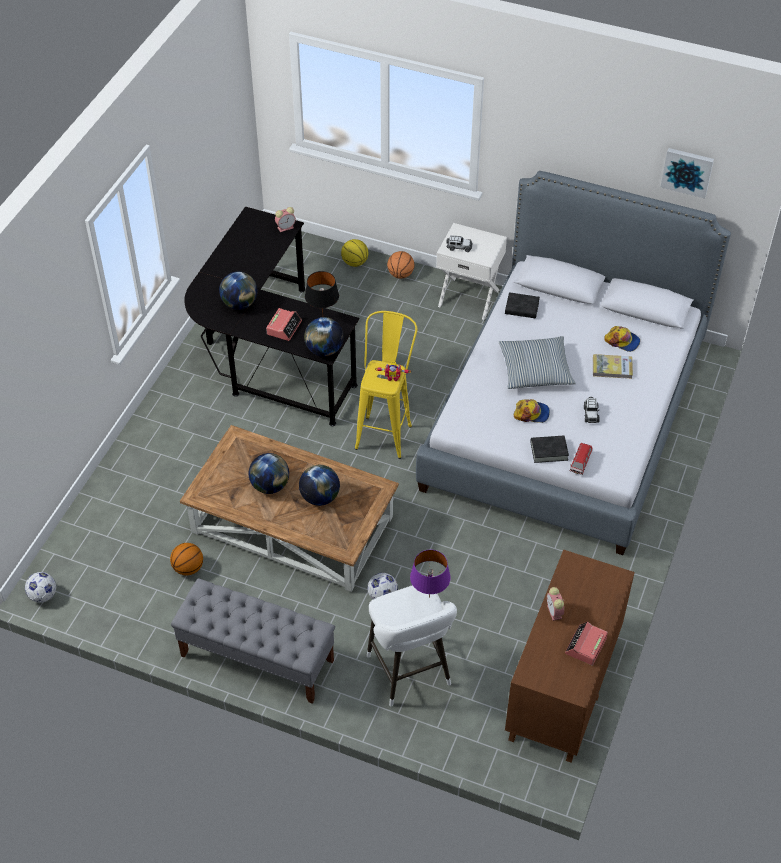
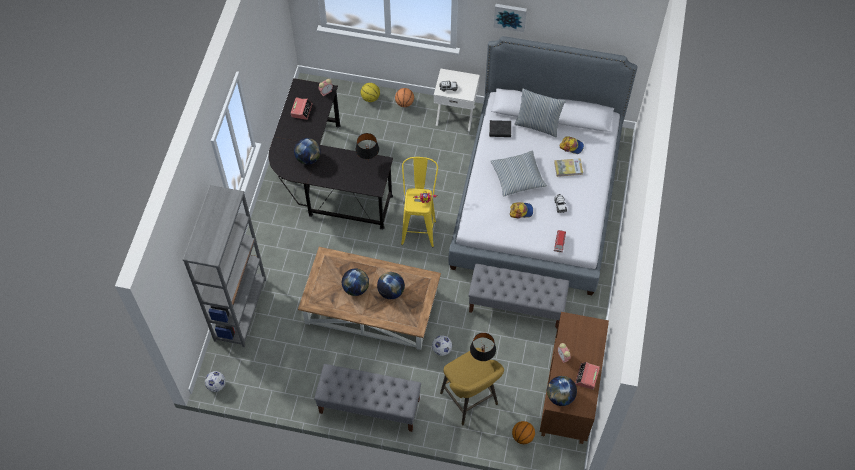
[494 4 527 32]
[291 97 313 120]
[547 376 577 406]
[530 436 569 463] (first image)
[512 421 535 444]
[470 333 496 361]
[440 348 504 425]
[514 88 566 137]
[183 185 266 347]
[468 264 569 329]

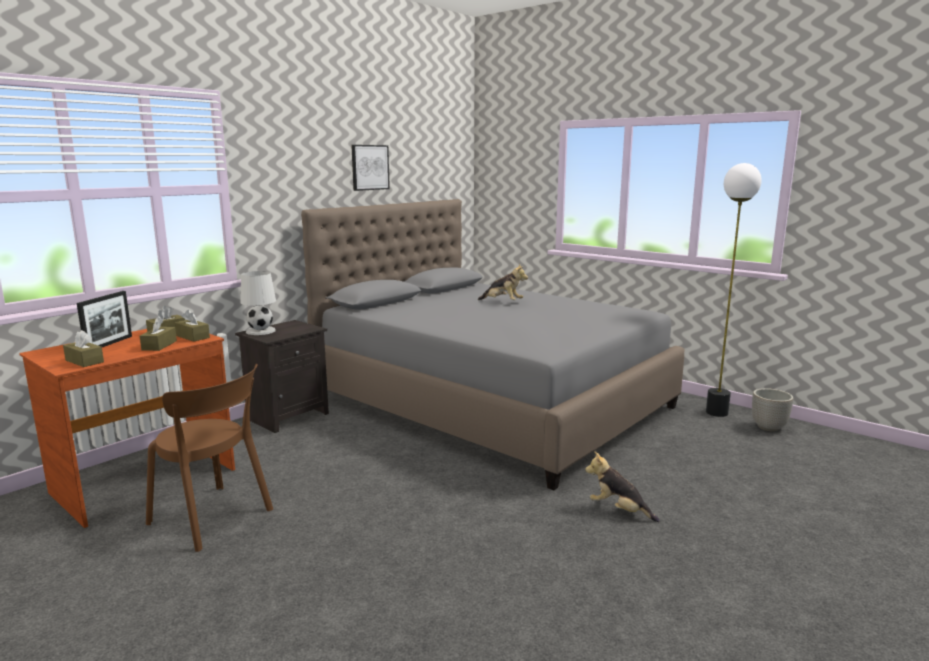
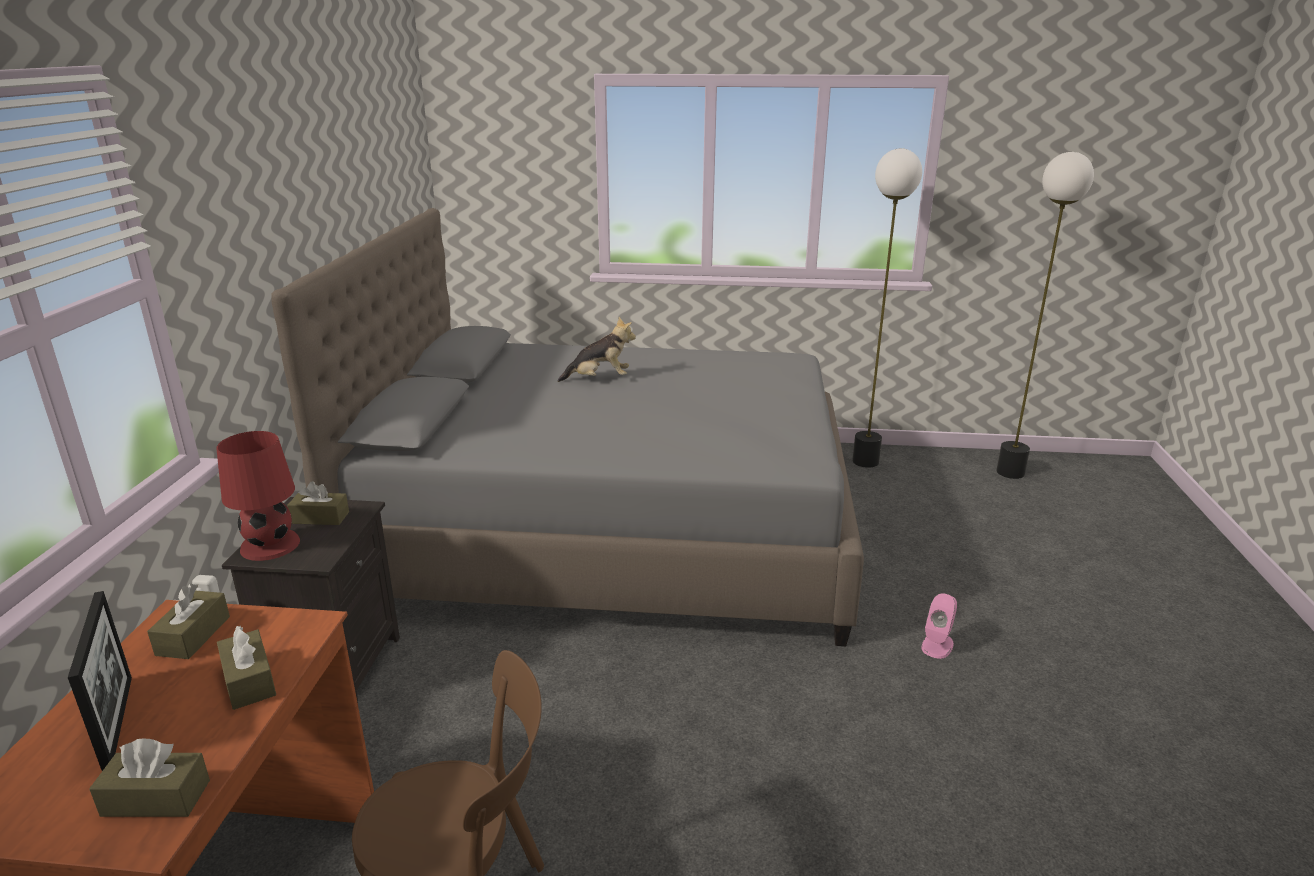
[351 145 390 191] (first image)
[216 431 300 561]
[287 481 349 525]
[752 388 794 432] (first image)
[922 593 957 659]
[996 152 1094 479]

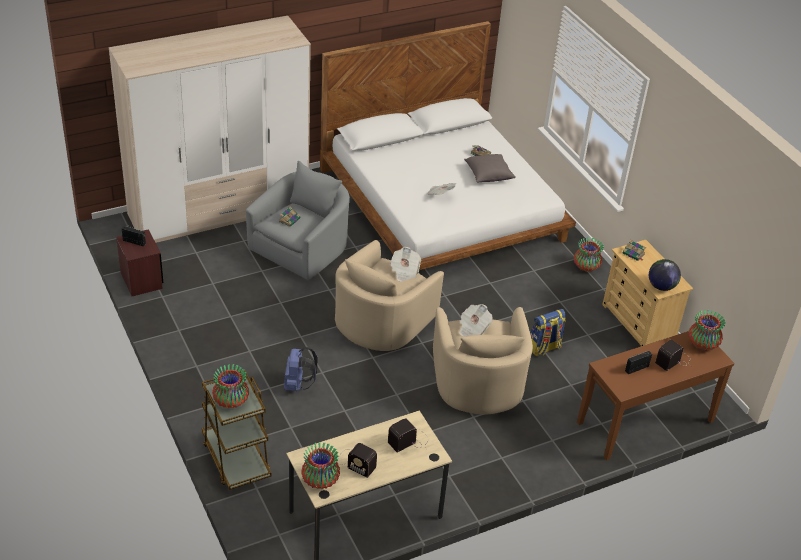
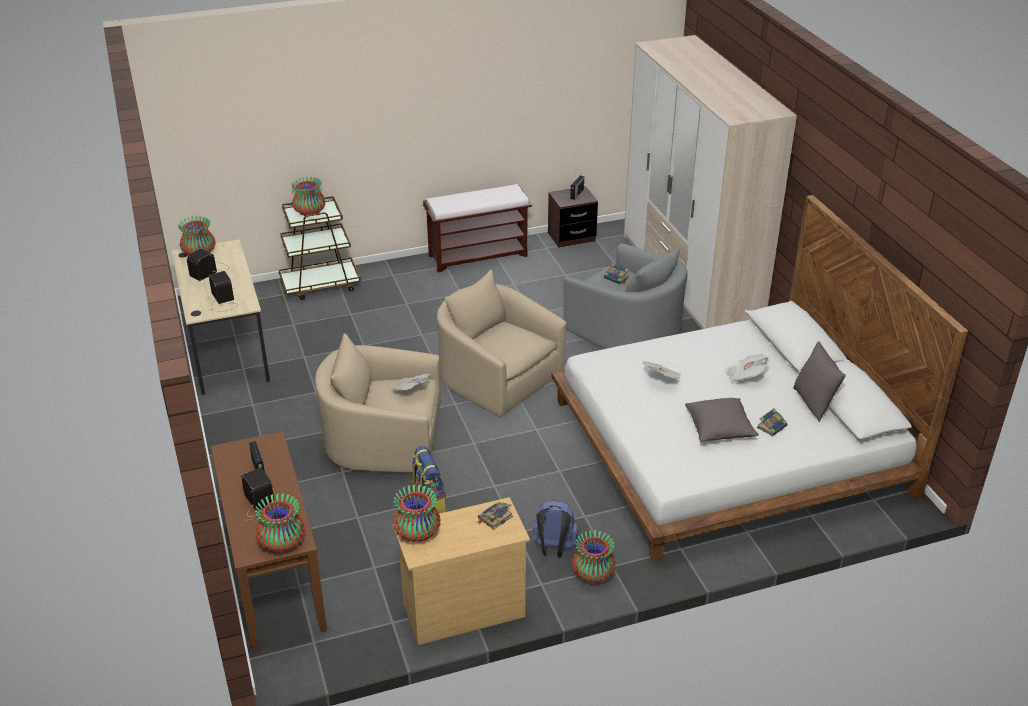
[725 353 769 382]
[393 485 440 542]
[533 501 578 558]
[423 184 532 273]
[793 341 846 422]

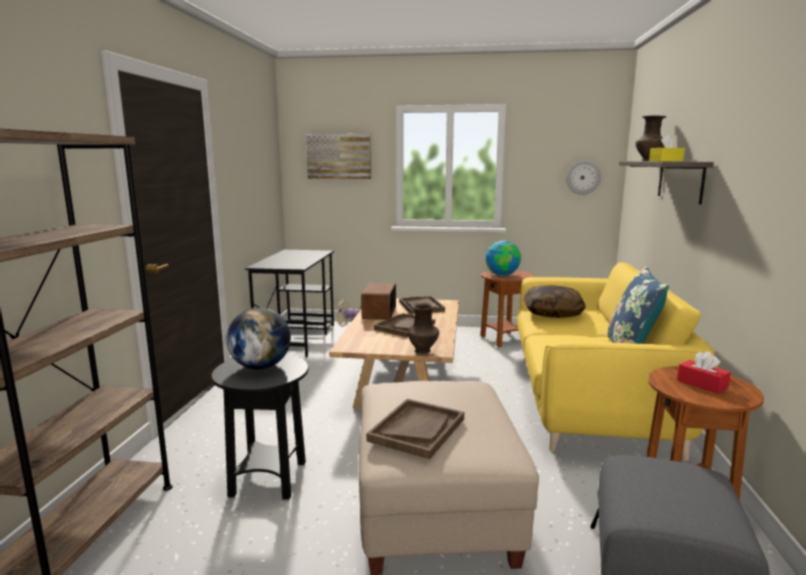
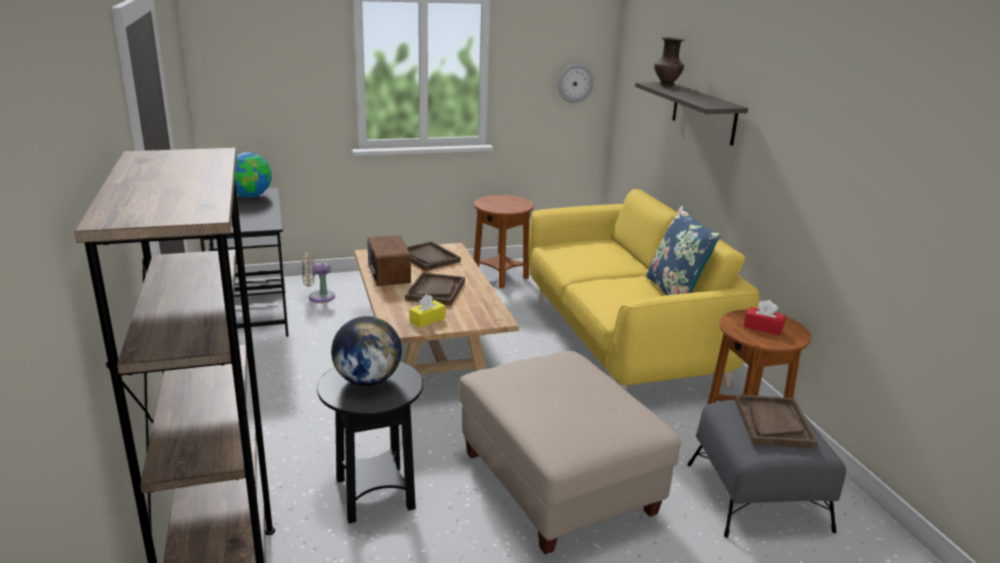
[306 134 371 179] (first image)
[409 294 445 328]
[235 152 272 198]
[524 285 586 318] (first image)
[408 302 439 354] (first image)
[735 394 818 449]

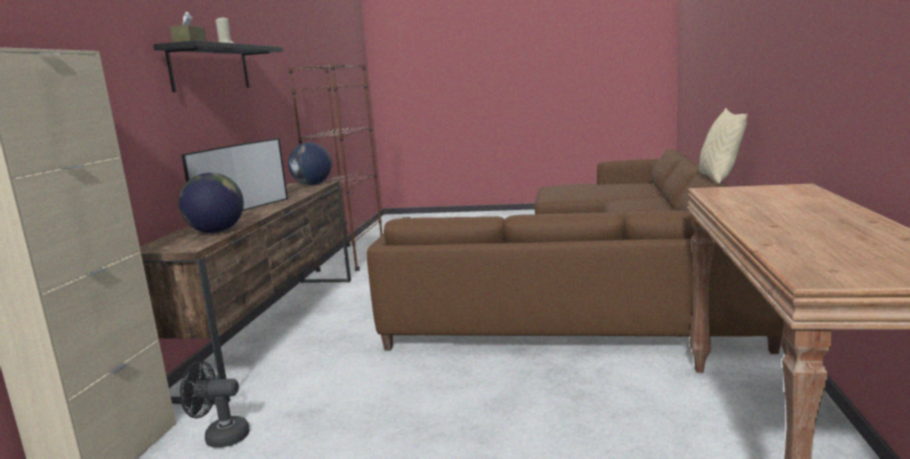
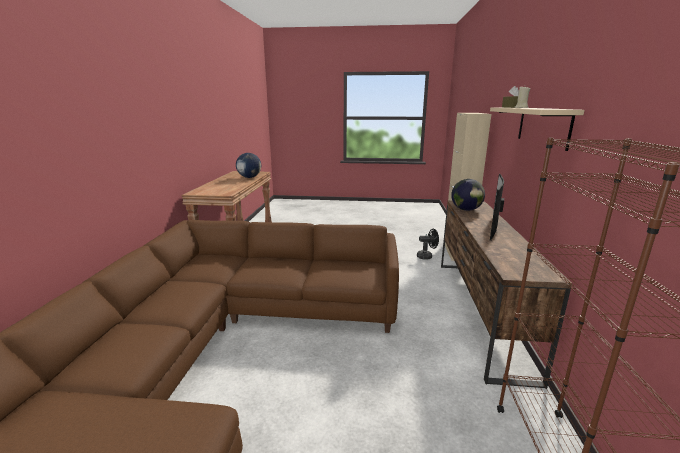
[490 108 585 151]
[699 108 748 184] (first image)
[236 153 261 178]

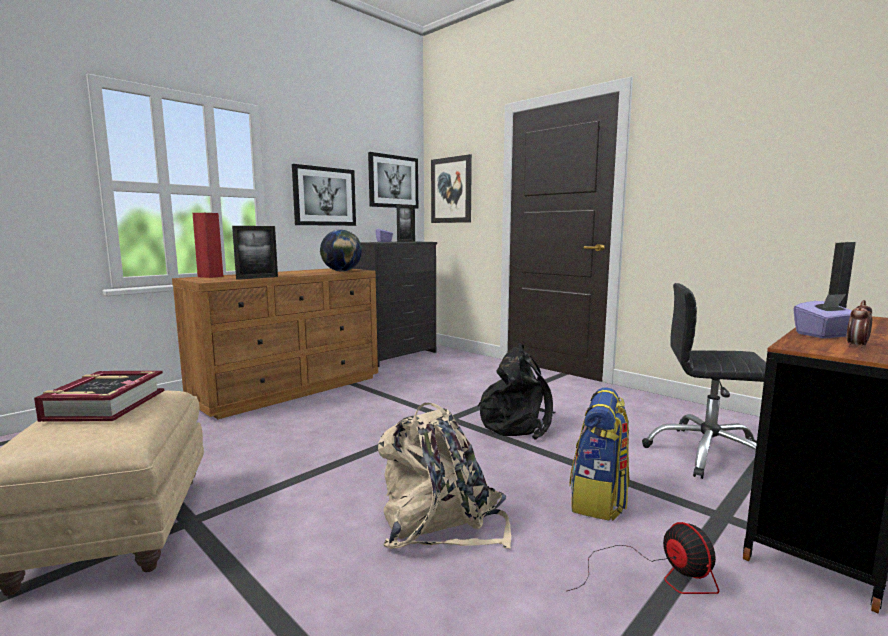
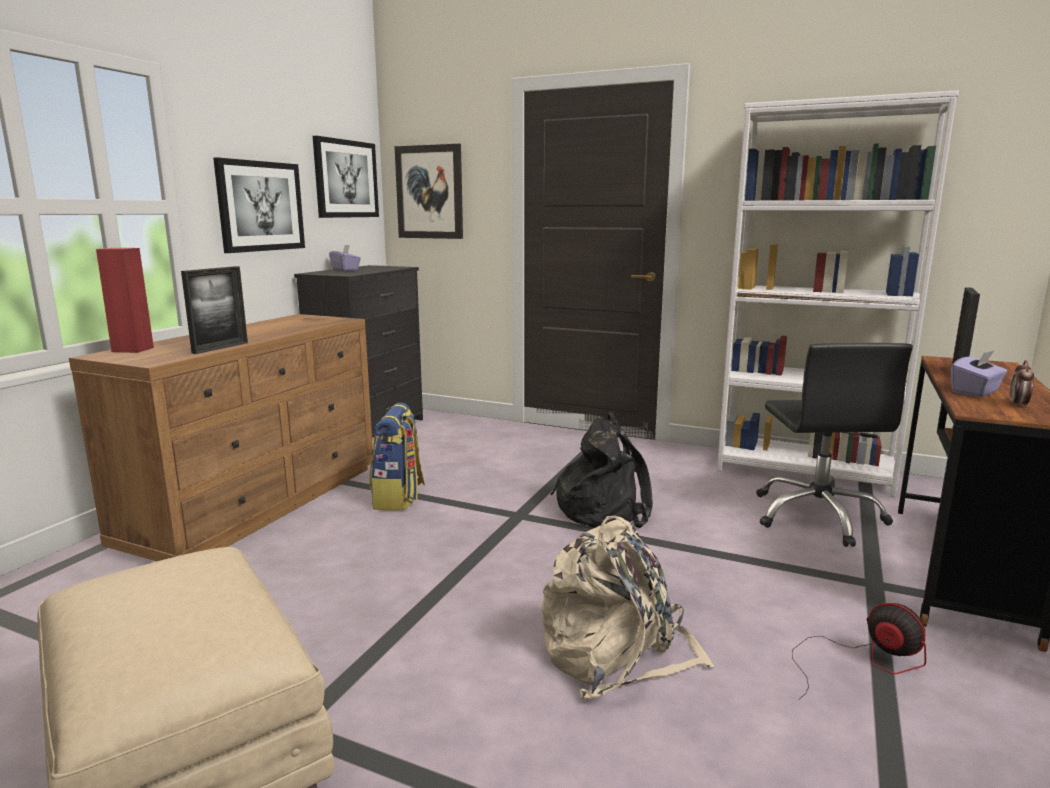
[397 204 415 242] (first image)
[320 230 362 272] (first image)
[756 343 913 547]
[34 371 164 422] (first image)
[370 403 425 511]
[717 90 959 497]

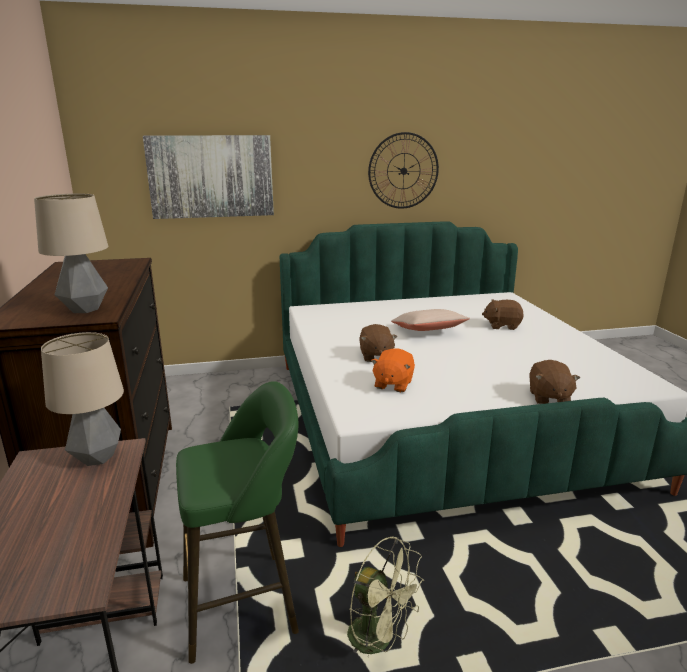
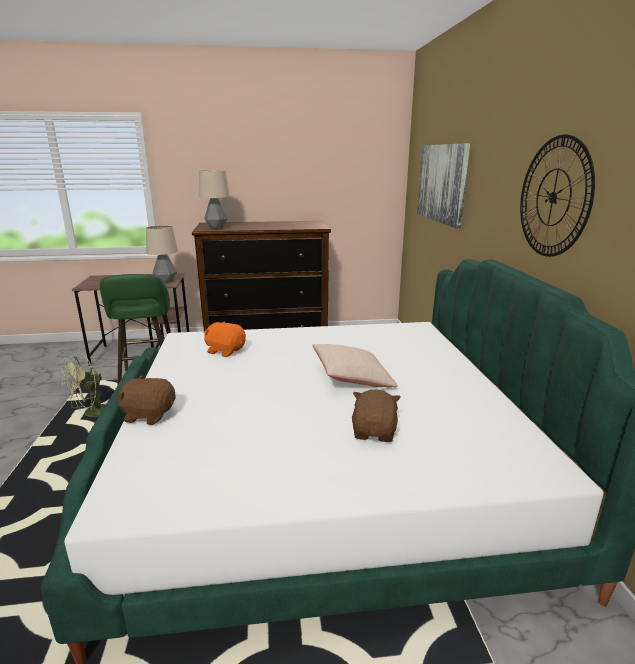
[359 324 397 362] (first image)

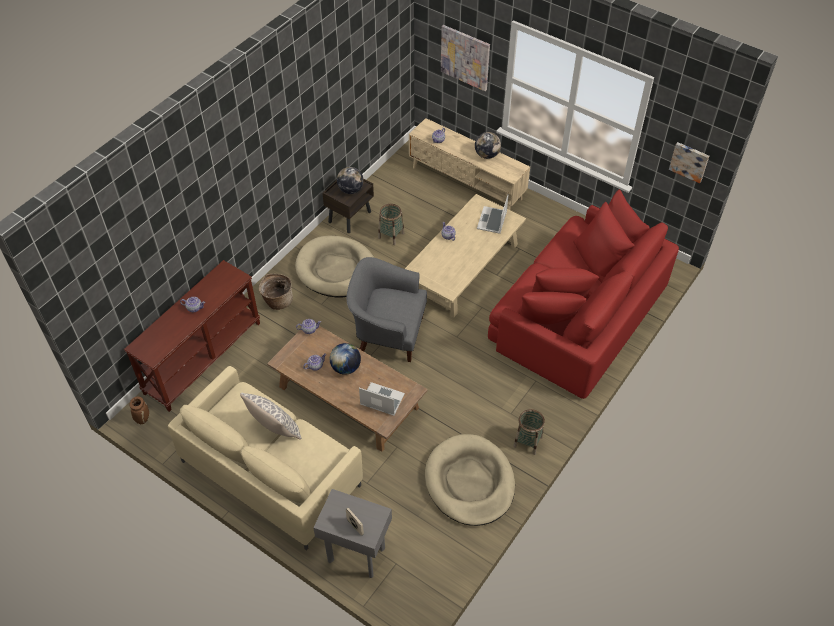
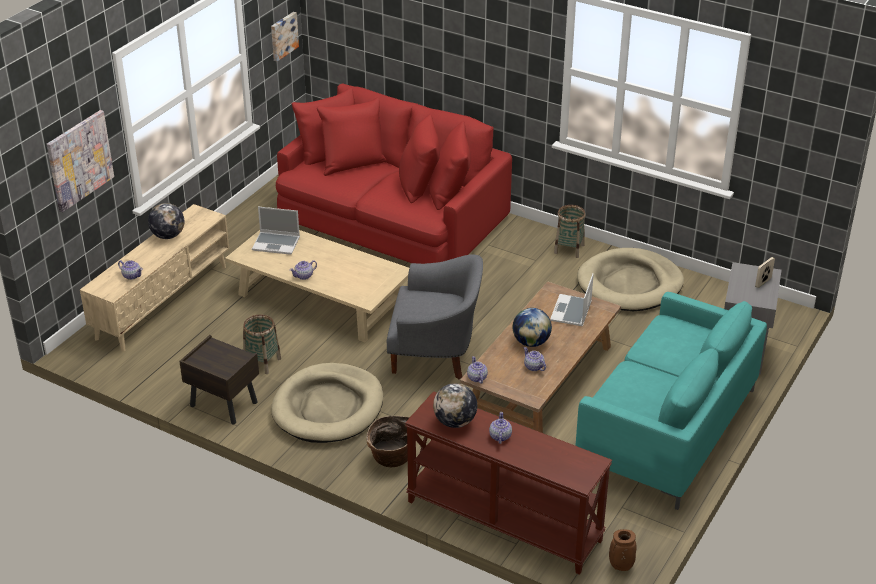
[433 383 477 428]
[387 255 483 379]
[575 292 767 510]
[240 393 301 440] (first image)

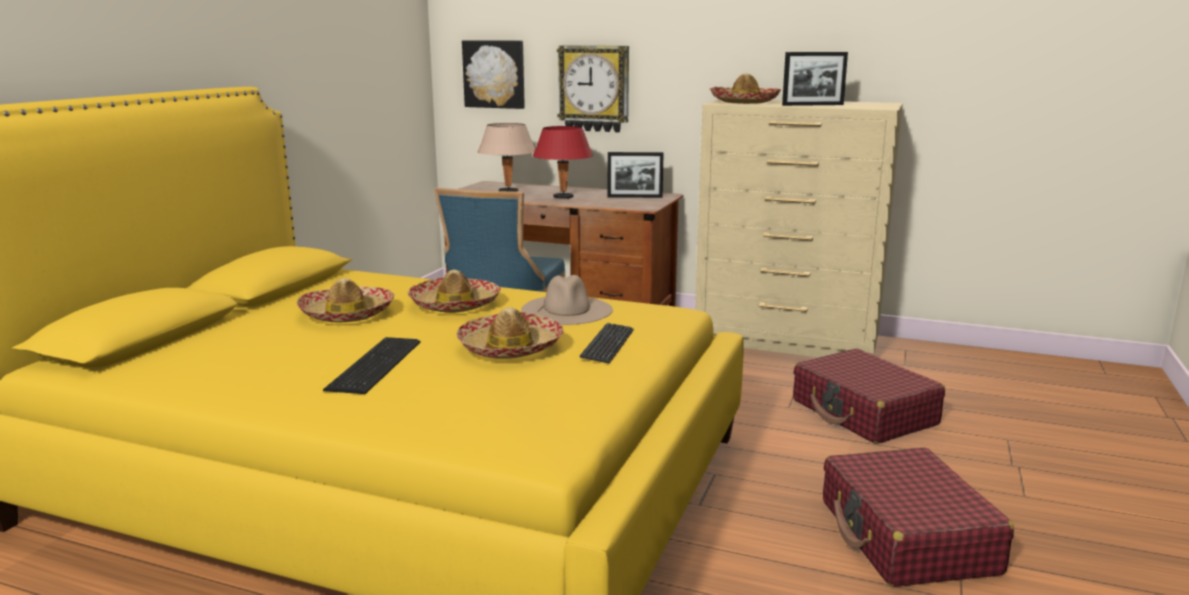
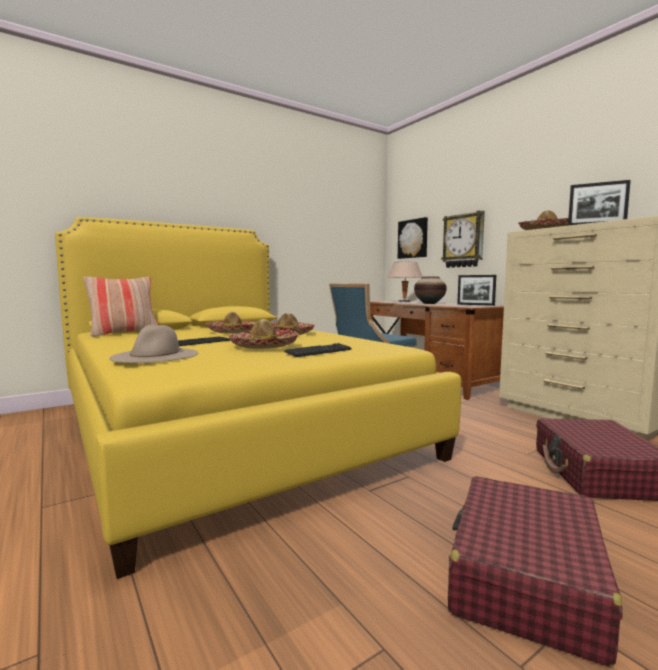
[414 277 447 304]
[109 324 199 363]
[83 276 158 337]

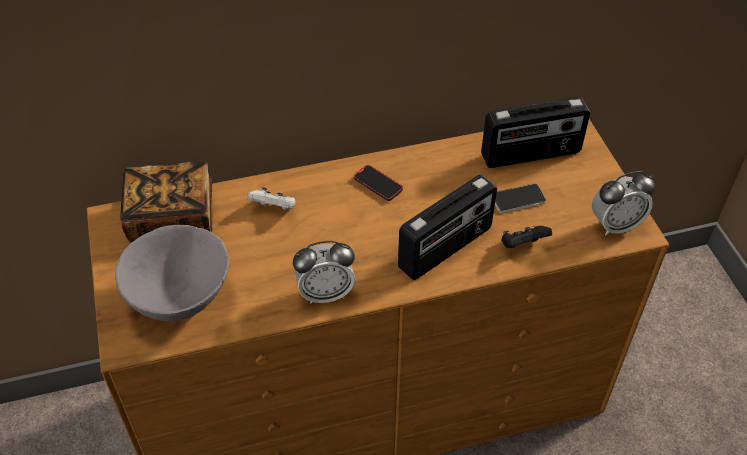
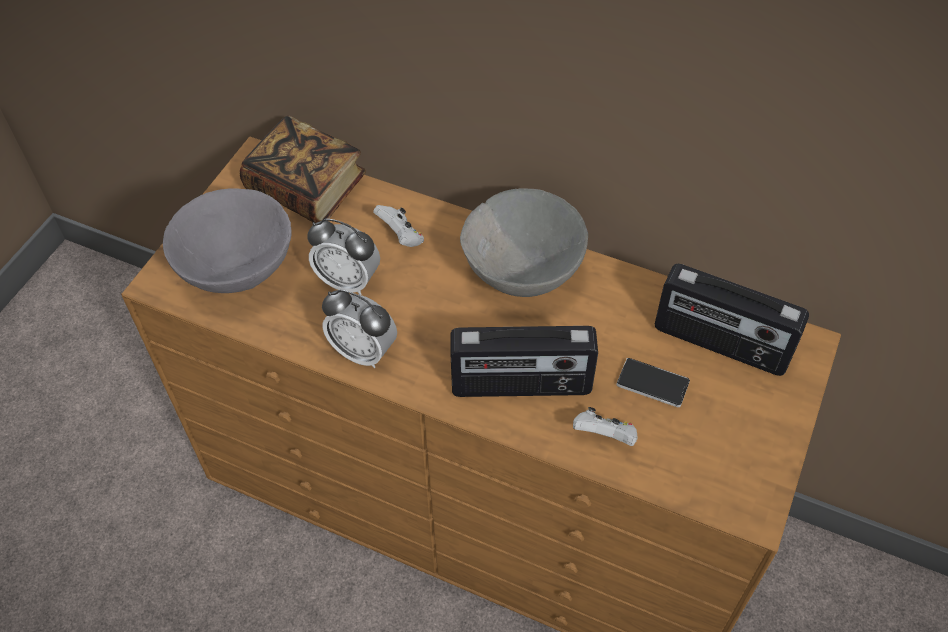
[460 188 588 297]
[307 219 380 295]
[573 407 638 446]

